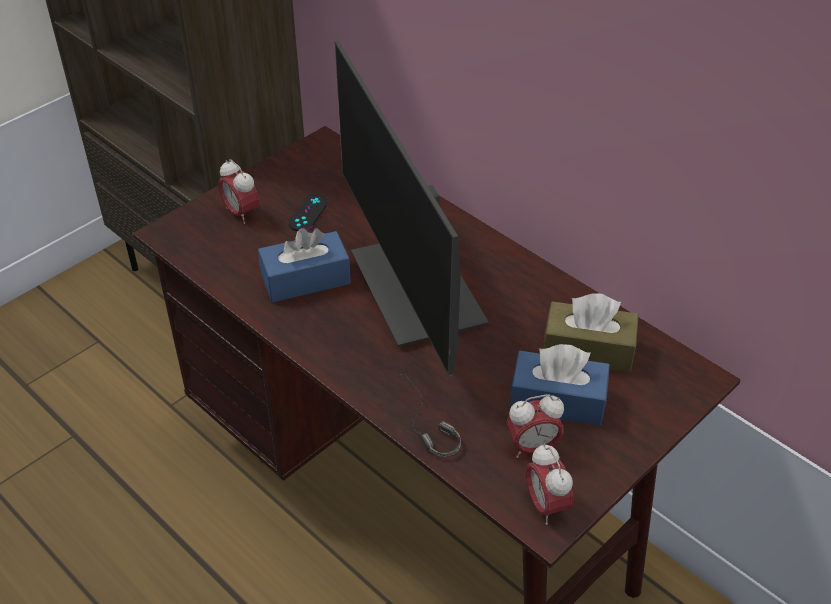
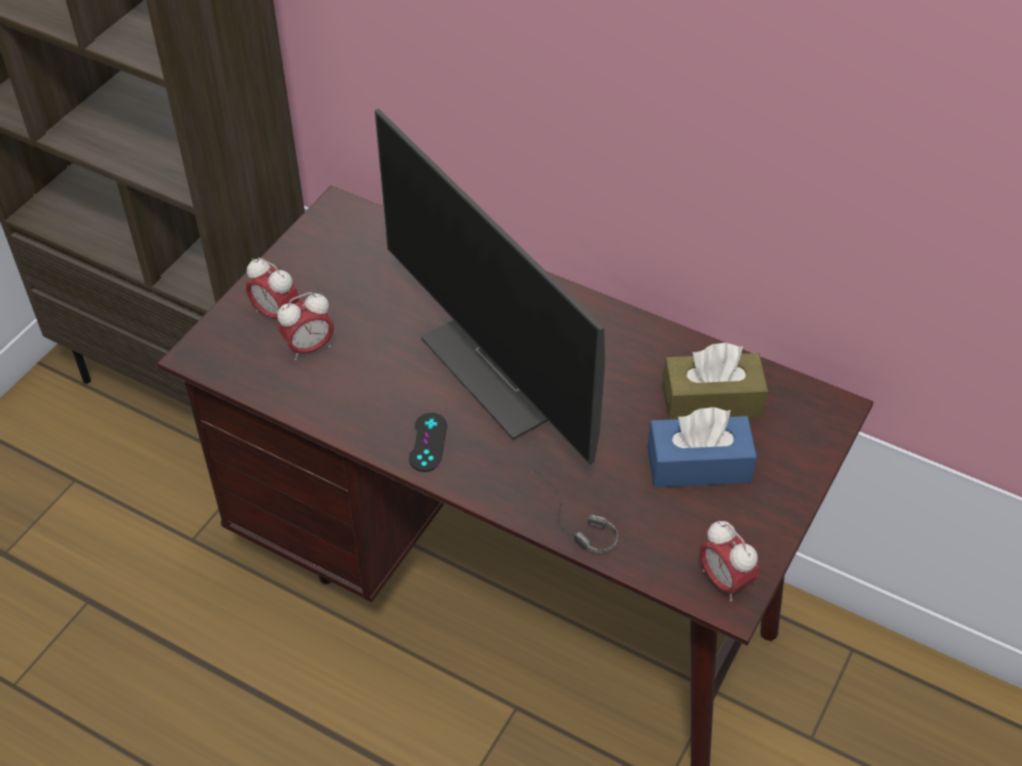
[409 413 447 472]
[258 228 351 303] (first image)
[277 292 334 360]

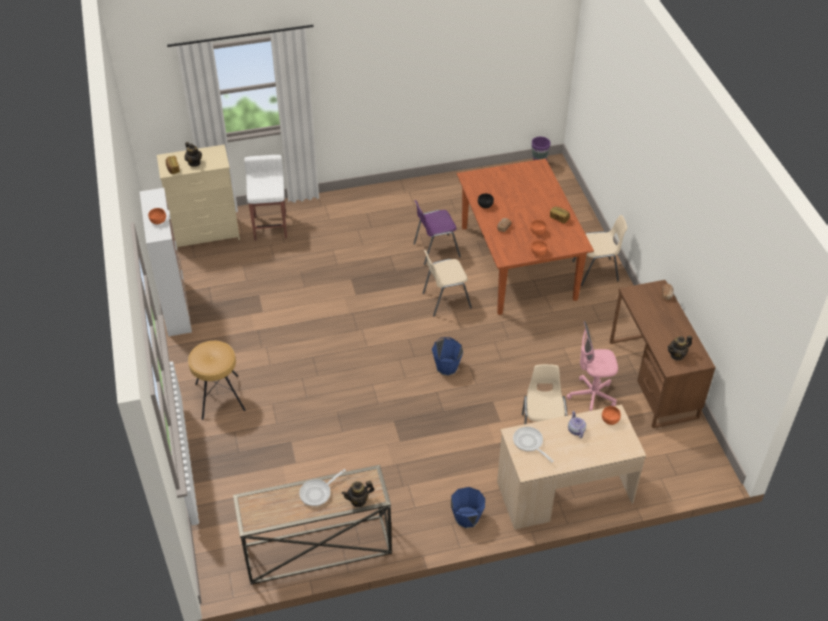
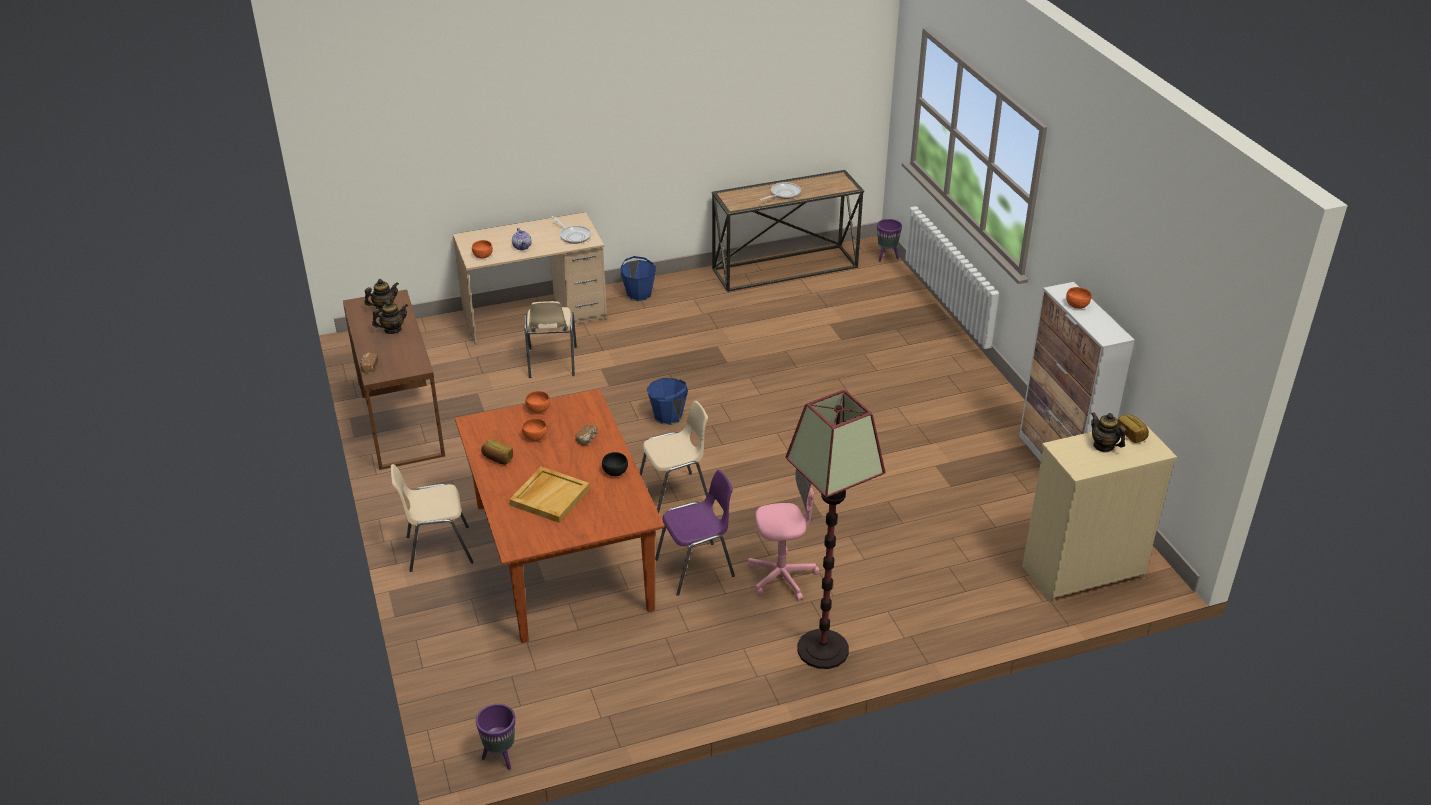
[244 155 287 240] (first image)
[748 469 820 601]
[188 341 246 420] (first image)
[372 300 408 334]
[877 219 902 262]
[786 390 885 669]
[509 467 590 523]

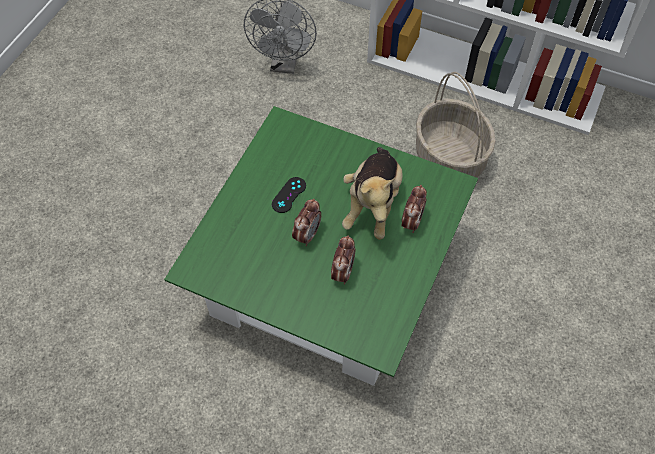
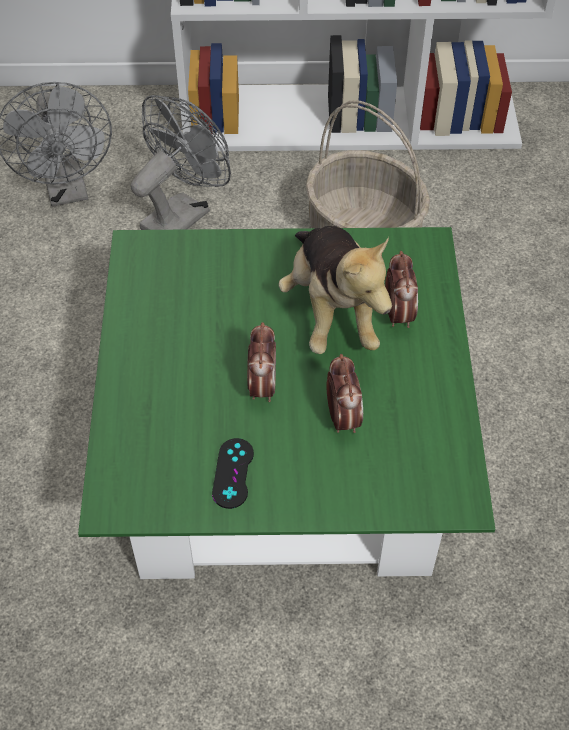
[212 438 254 509]
[131 95 231 230]

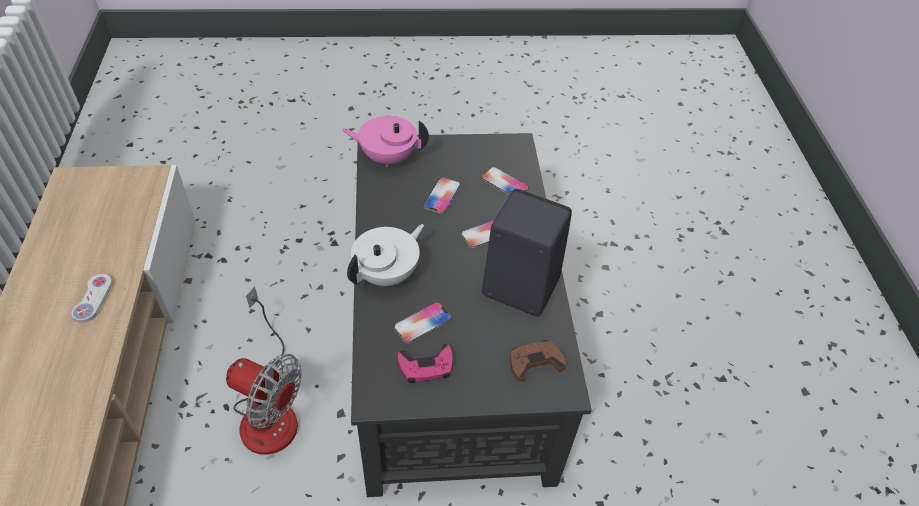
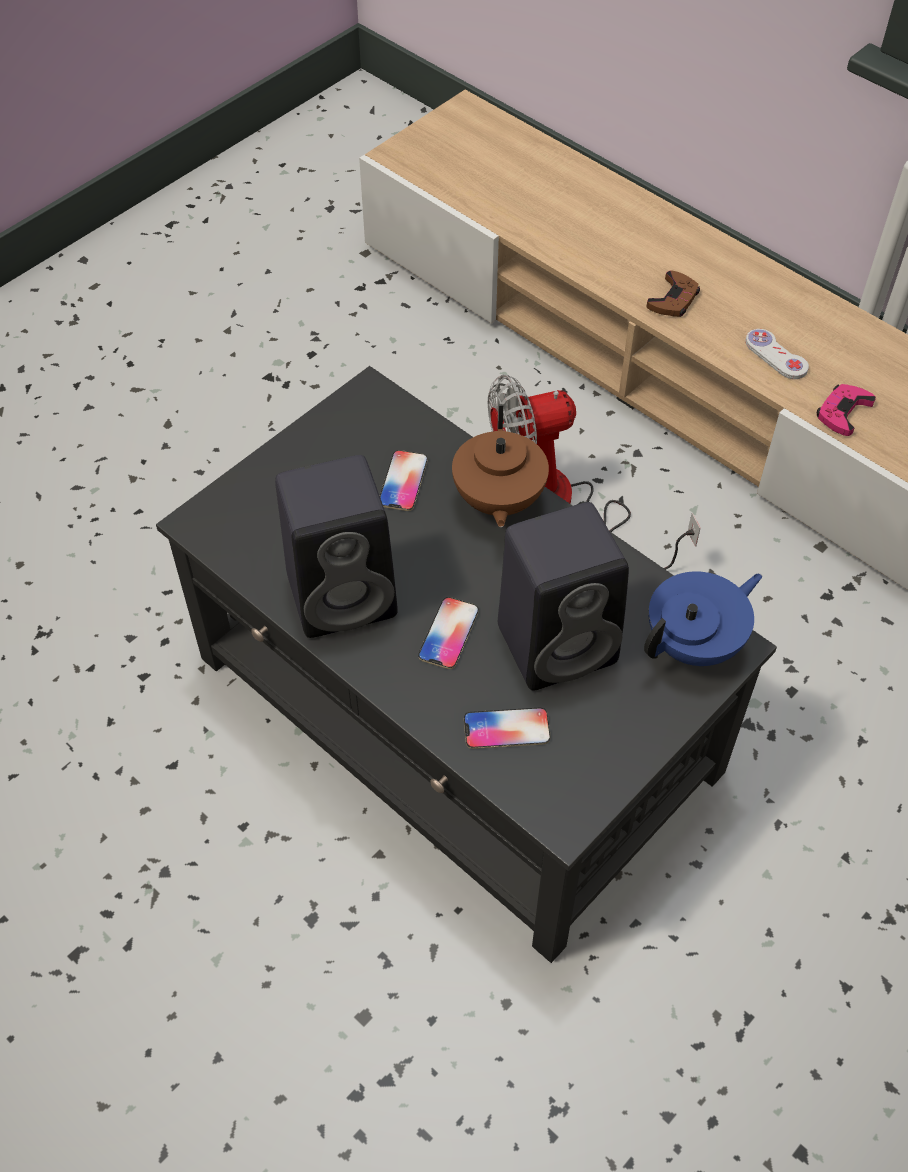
[644 571 762 666]
[498 502 629 690]
[452 404 549 527]
[647 270 700 317]
[817 384 876 436]

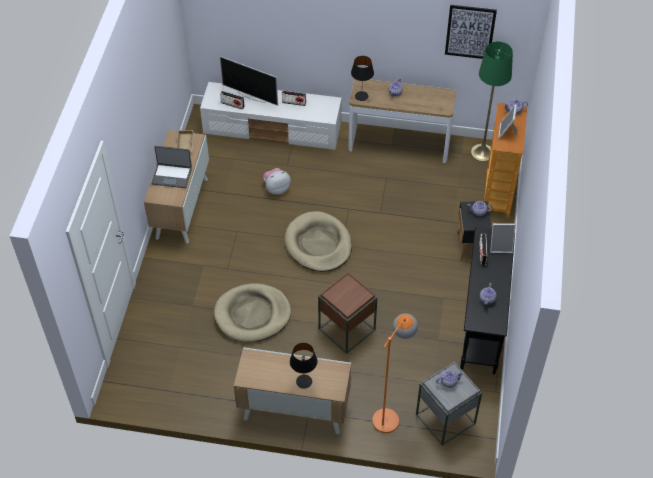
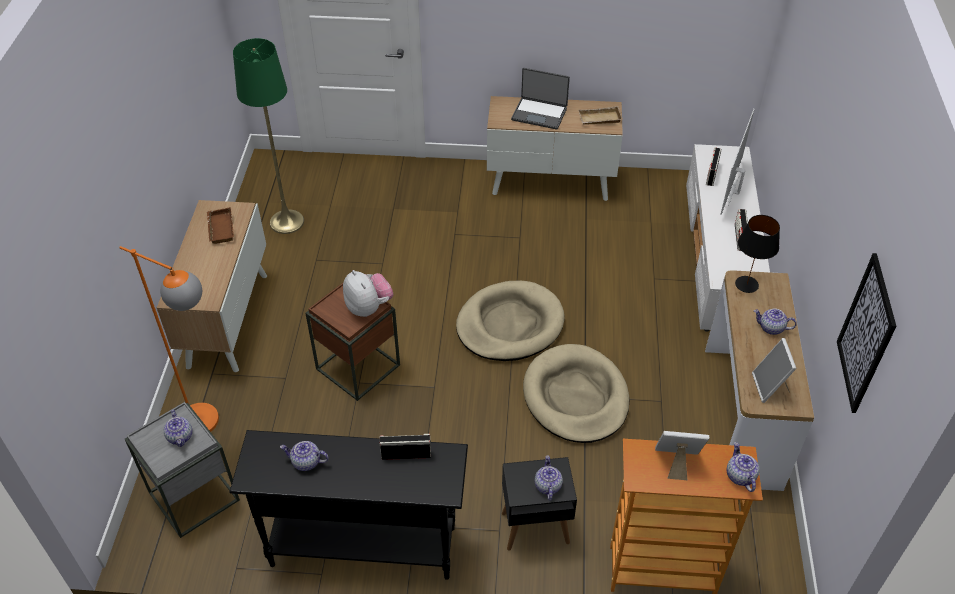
[233 38 304 234]
[511 68 570 130]
[343 270 393 317]
[752 338 797 403]
[523 344 629 443]
[290 343 318 389] (first image)
[207 207 234 244]

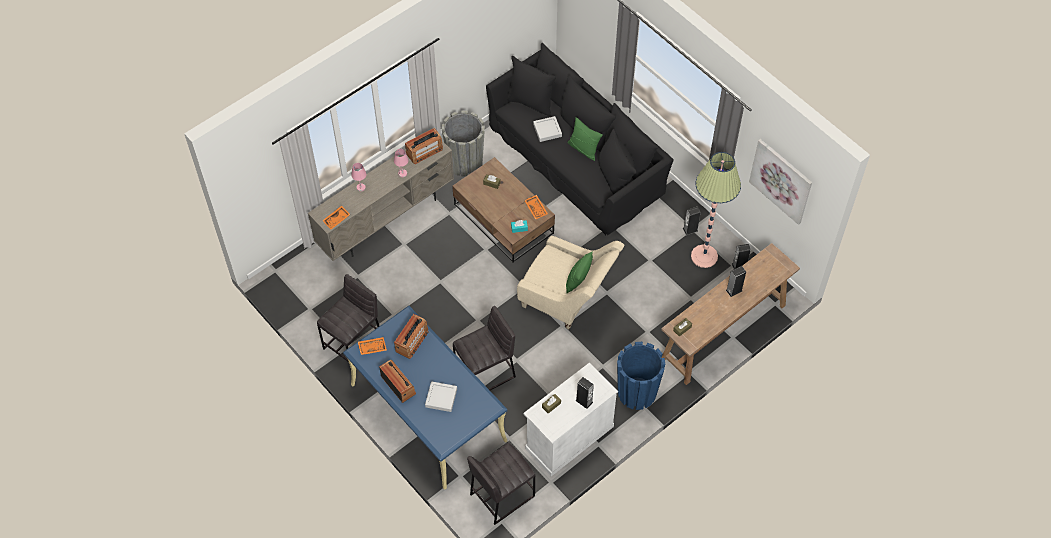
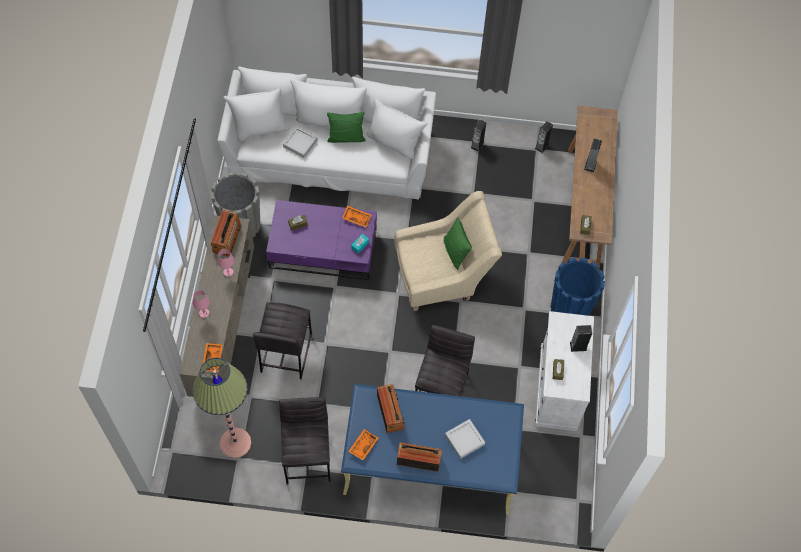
[217 66 436 199]
[749 139 812 225] (first image)
[193 358 251 458]
[266 200 377 280]
[253 302 312 379]

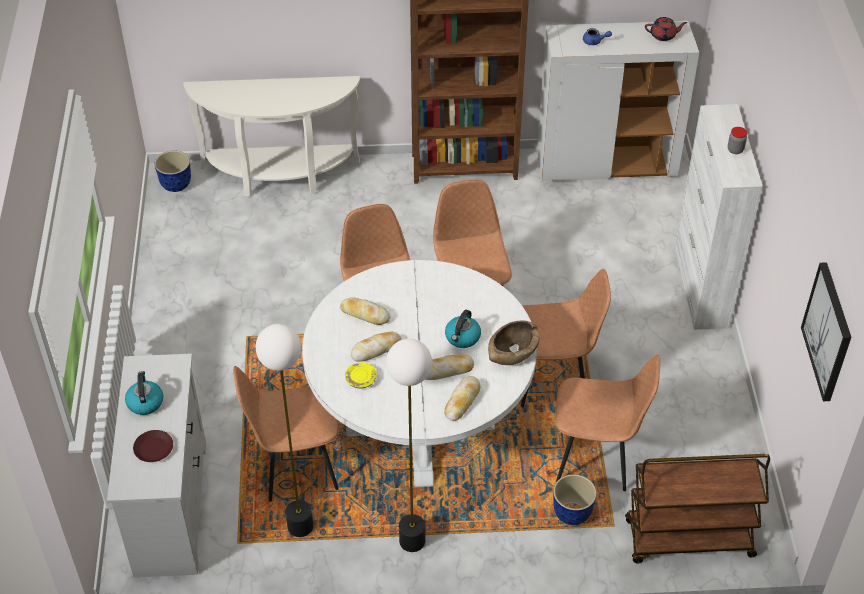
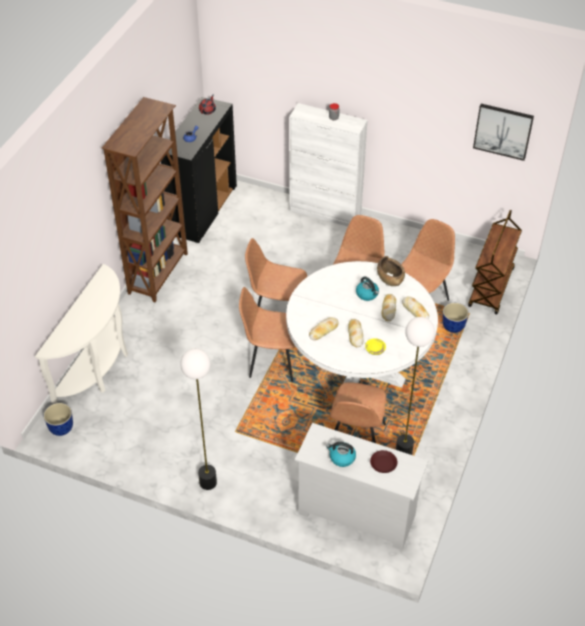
[161 97 237 243]
[180 348 217 490]

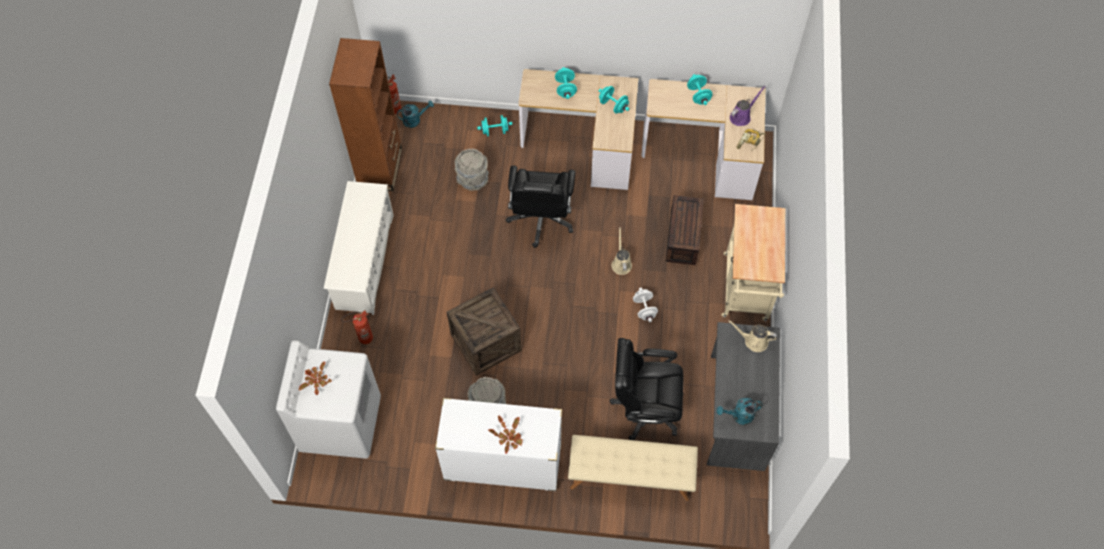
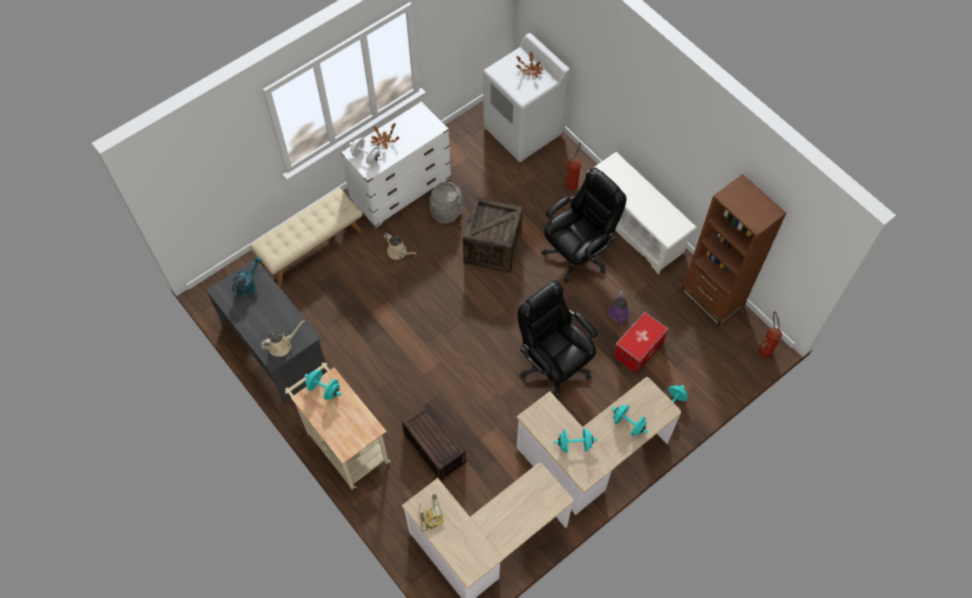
[304 370 341 400]
[609 291 629 327]
[397 101 434 128] (first image)
[613 312 668 373]
[384 233 417 260]
[349 138 382 165]
[541 167 627 283]

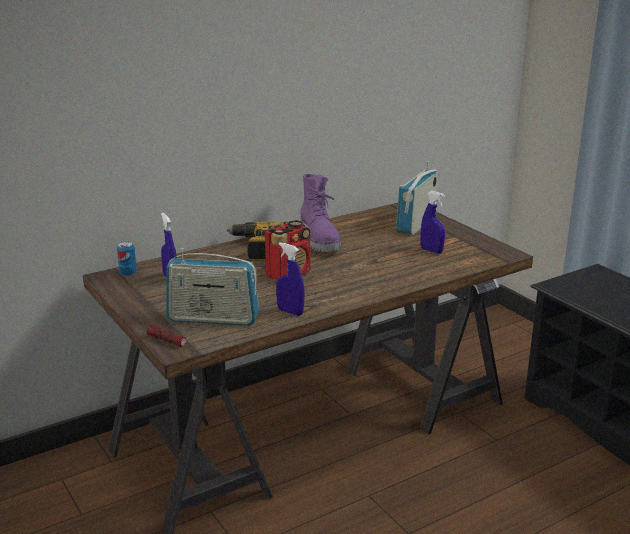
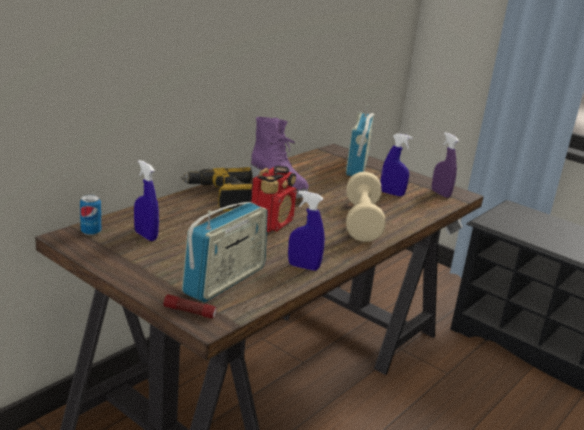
[182 202 268 302]
[432 132 459 198]
[346 172 386 242]

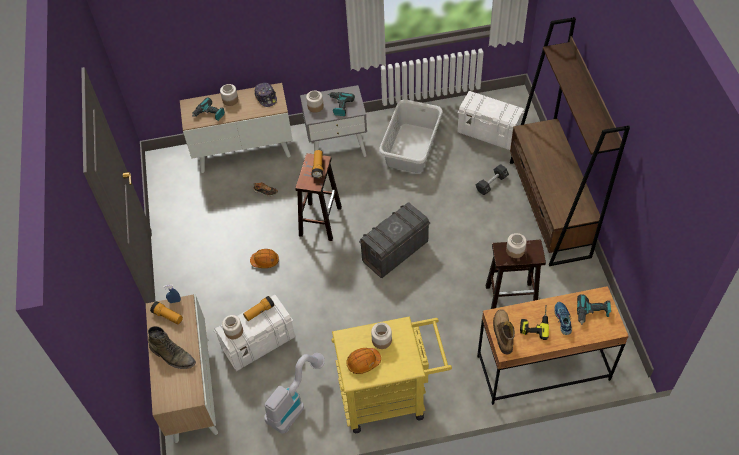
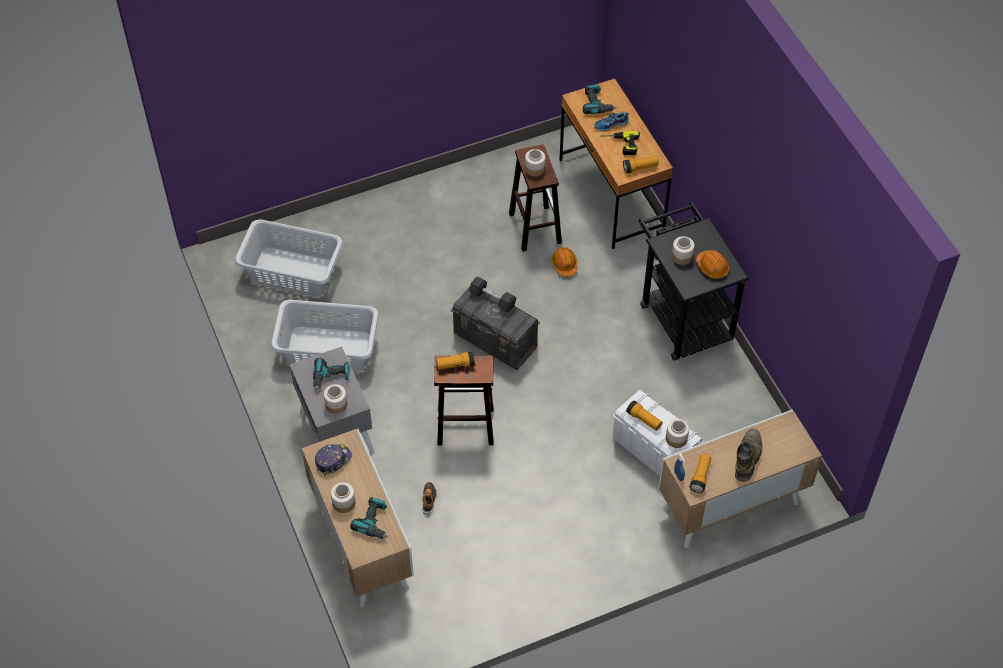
[510 17 630 266] (first image)
[235 219 343 297]
[469 277 516 313]
[551 247 577 277]
[623 155 659 173]
[639 201 749 360]
[264 353 325 434] (first image)

